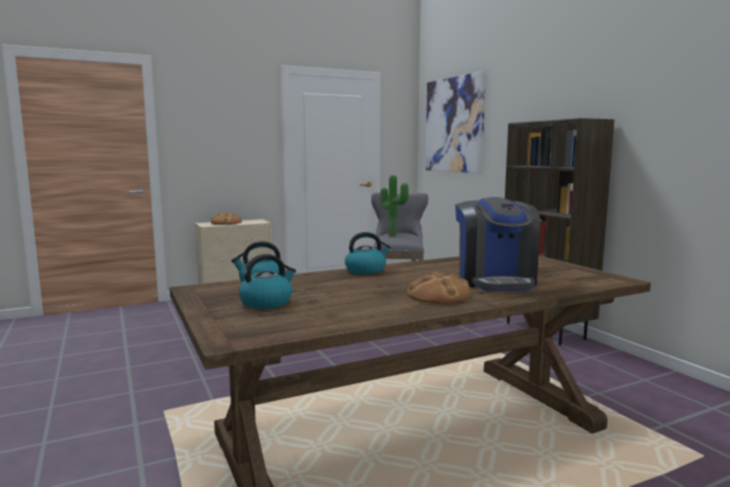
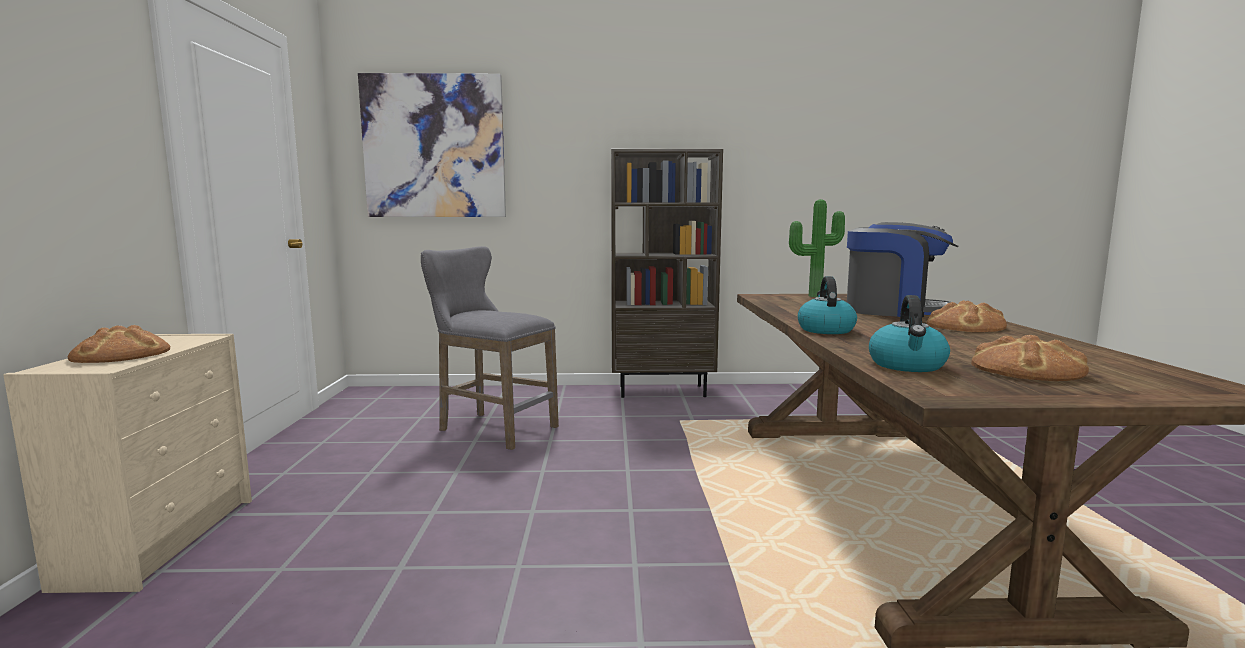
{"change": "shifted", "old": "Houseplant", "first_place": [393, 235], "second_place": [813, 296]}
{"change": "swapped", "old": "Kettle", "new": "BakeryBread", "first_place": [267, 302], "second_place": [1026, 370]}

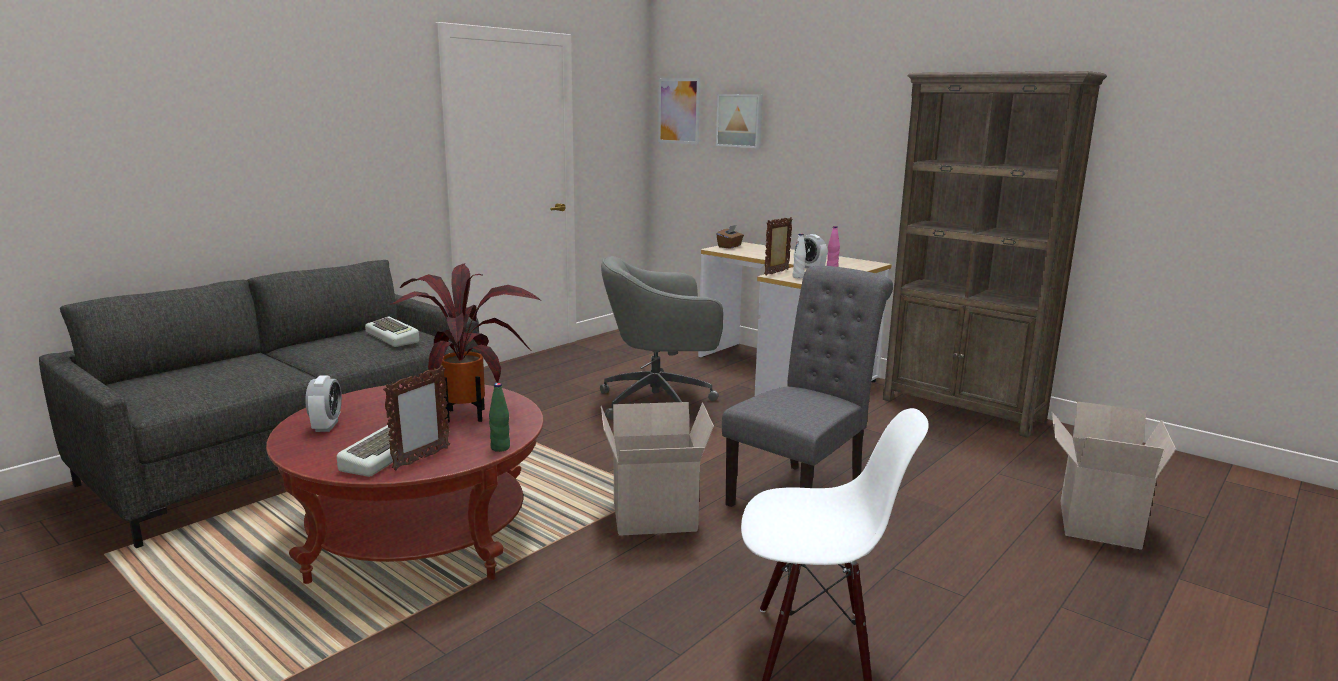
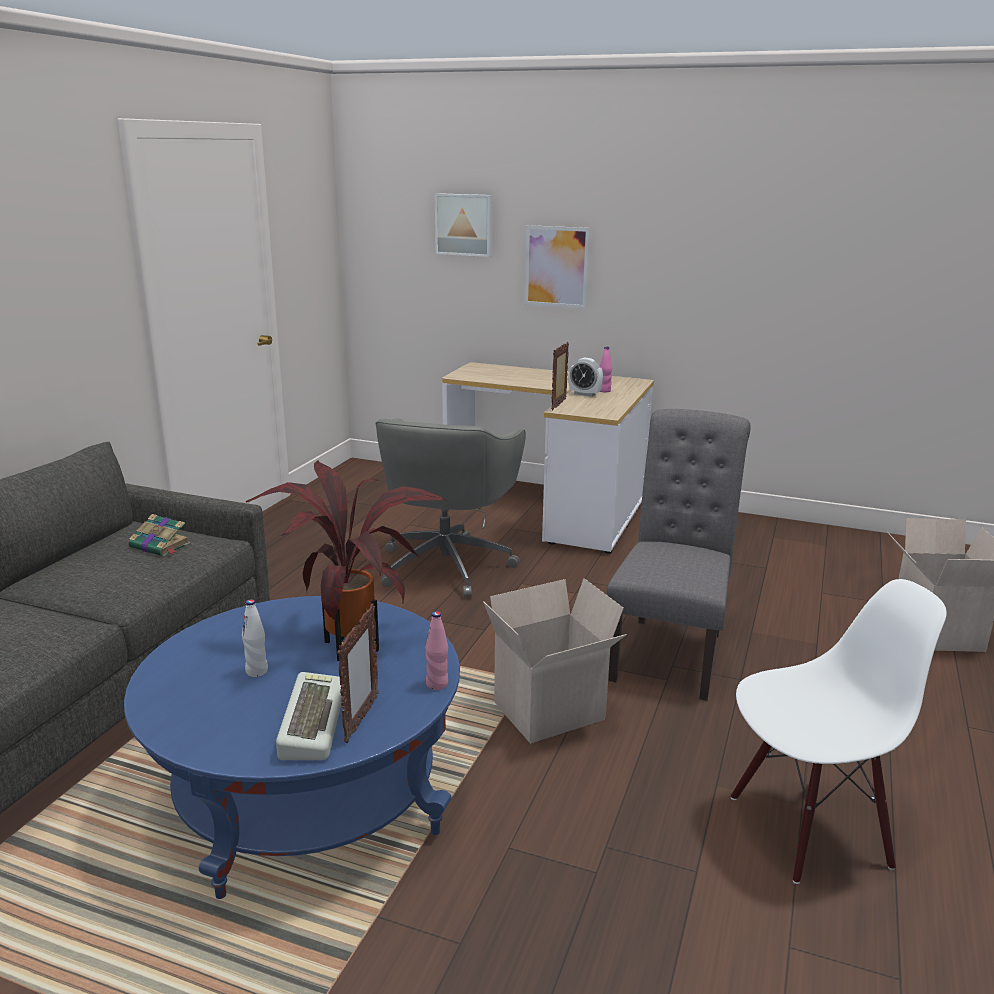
{"change": "gone", "old": "AlarmClock", "first_place": [326, 426]}
{"change": "gone", "old": "BrownTissueHolder", "first_place": [730, 246]}
{"change": "gone", "old": "BrownShelvingUnit", "first_place": [963, 410]}
{"change": "shifted", "old": "WallArt", "first_place": [679, 111], "second_place": [556, 266]}
{"change": "shifted", "old": "WhitishBeverageBottle", "first_place": [798, 277], "second_place": [257, 671]}
{"change": "swapped", "old": "Keyboard", "new": "Book", "first_place": [394, 337], "second_place": [160, 546]}
{"change": "repainted", "old": "RedLowTable", "new": "BlueColouredLowTable", "first_place": [420, 534], "second_place": [307, 795]}
{"change": "repainted", "old": "GreenColouredBeverageBottle", "new": "PinkColouredBeverageBottle", "first_place": [500, 448], "second_place": [437, 684]}
{"change": "rotated", "old": "GreyComputerChair", "first_place": [660, 402], "second_place": [447, 564], "degrees": -45}

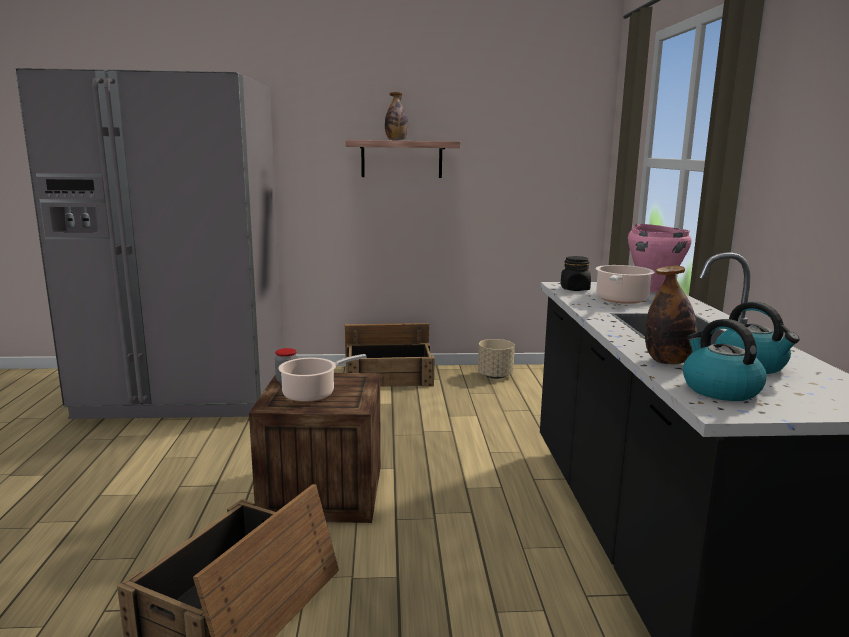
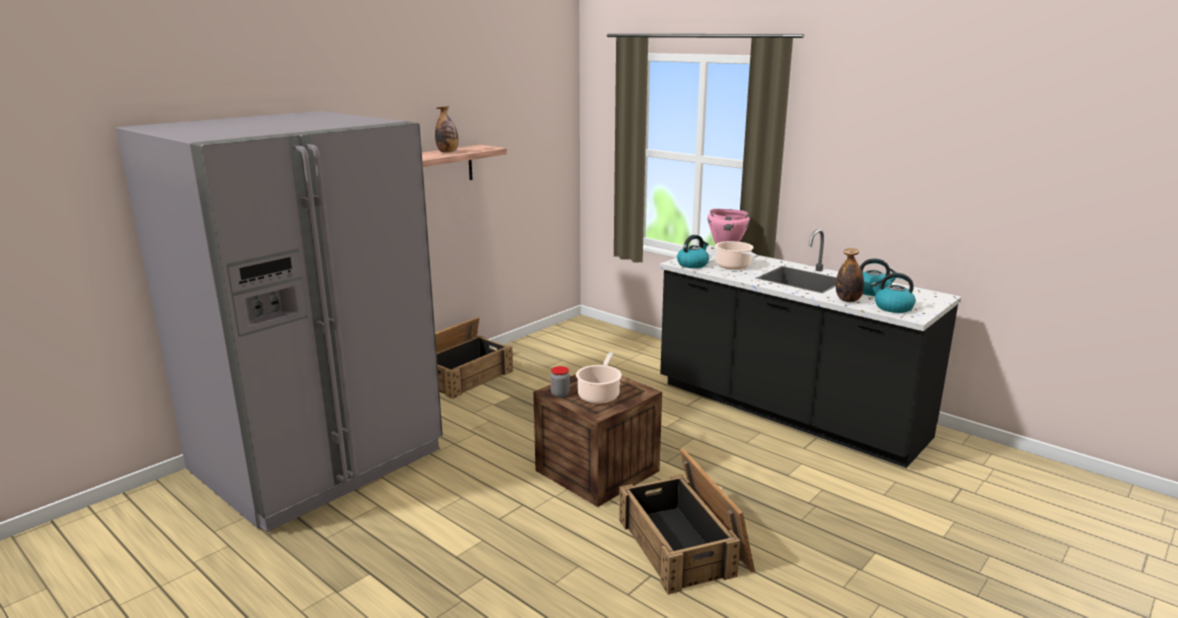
{"change": "gone", "old": "BeigeColouredPlantPot", "first_place": [495, 376]}
{"change": "swapped", "old": "BlackishStorageJar", "new": "Kettle", "first_place": [575, 289], "second_place": [693, 264]}

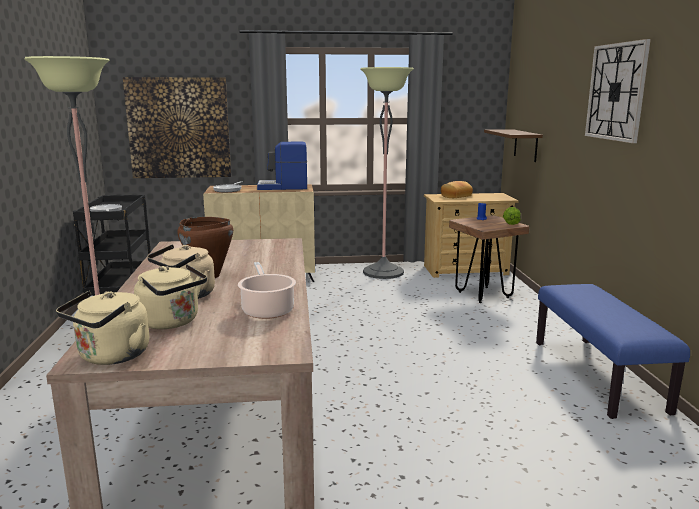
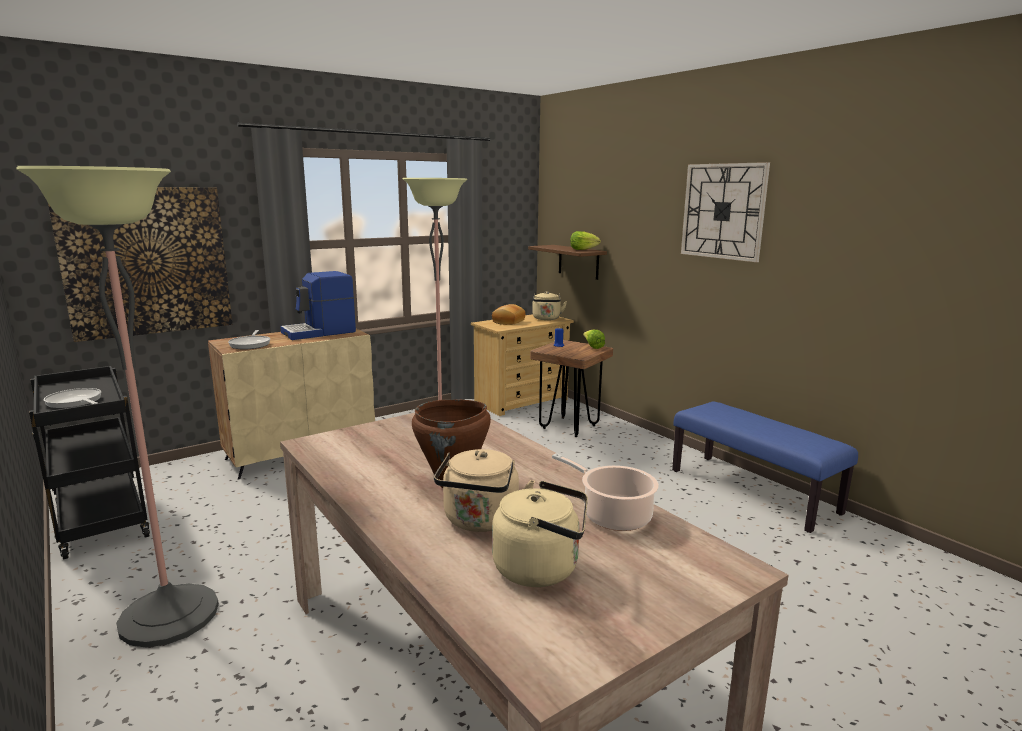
{"change": "new", "new": "HeadOfLettuce", "second_place": [583, 249]}
{"change": "shifted", "old": "BeigeColouredKettle", "first_place": [111, 357], "second_place": [546, 319]}

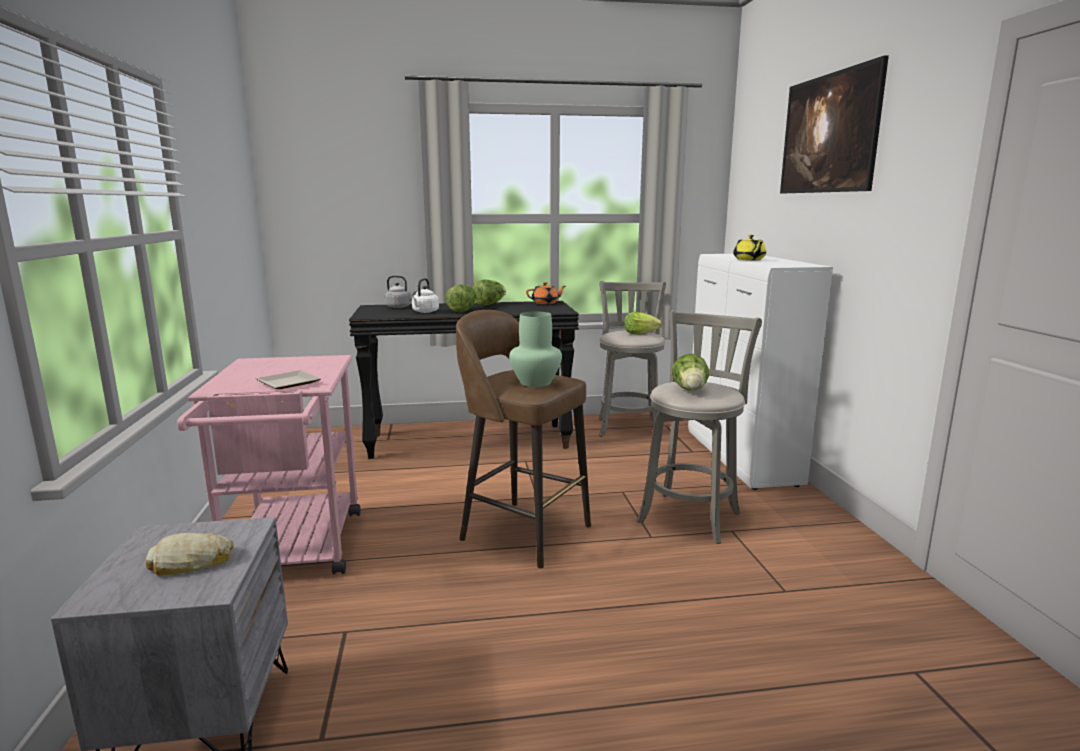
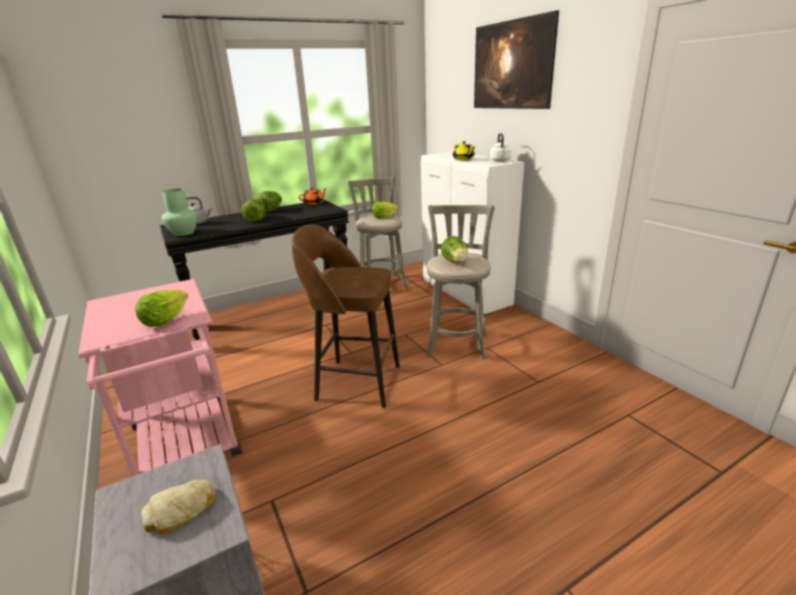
{"change": "shifted", "old": "WhitishKettle", "first_place": [425, 312], "second_place": [500, 161]}
{"change": "shifted", "old": "GreenColouredDecorativeVase", "first_place": [536, 382], "second_place": [184, 233]}
{"change": "swapped", "old": "FlatDish", "new": "HeadOfLettuce", "first_place": [286, 383], "second_place": [165, 320]}

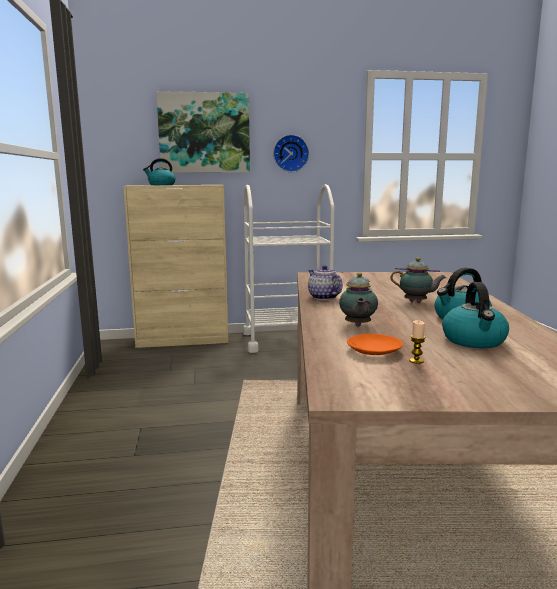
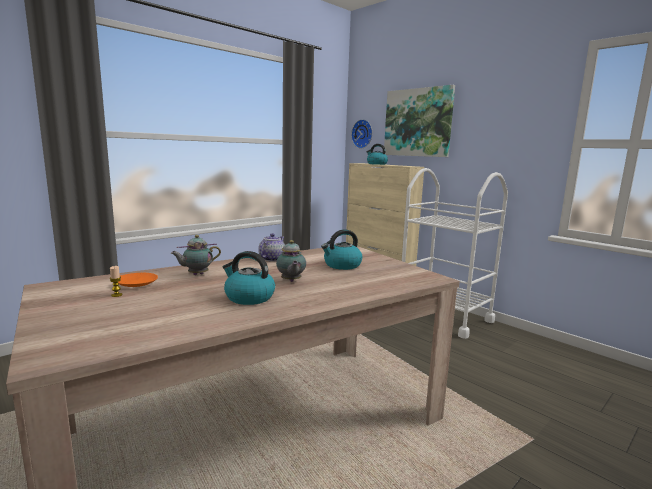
{"change": "shifted", "old": "WallClock", "first_place": [290, 153], "second_place": [363, 134]}
{"change": "shifted", "old": "Kettle", "first_place": [474, 341], "second_place": [342, 265]}

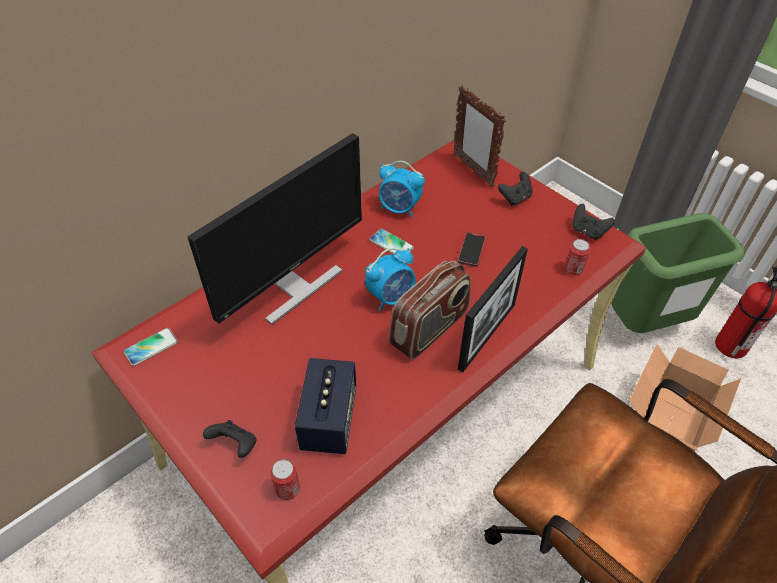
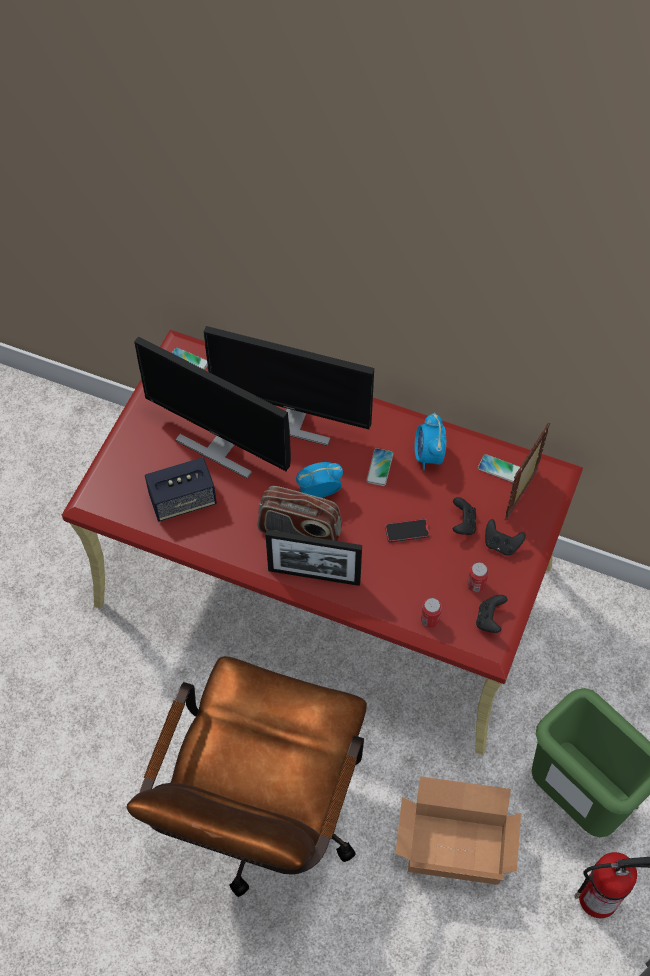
{"change": "new", "new": "ComputerDisplay", "second_place": [220, 445]}
{"change": "new", "new": "Telephone", "second_place": [499, 469]}
{"change": "shifted", "old": "BlackishGameController", "first_place": [235, 445], "second_place": [463, 524]}
{"change": "shifted", "old": "MetalCan", "first_place": [287, 489], "second_place": [476, 585]}
{"change": "rotated", "old": "AlarmClock", "first_place": [391, 297], "second_place": [318, 492], "degrees": 135}

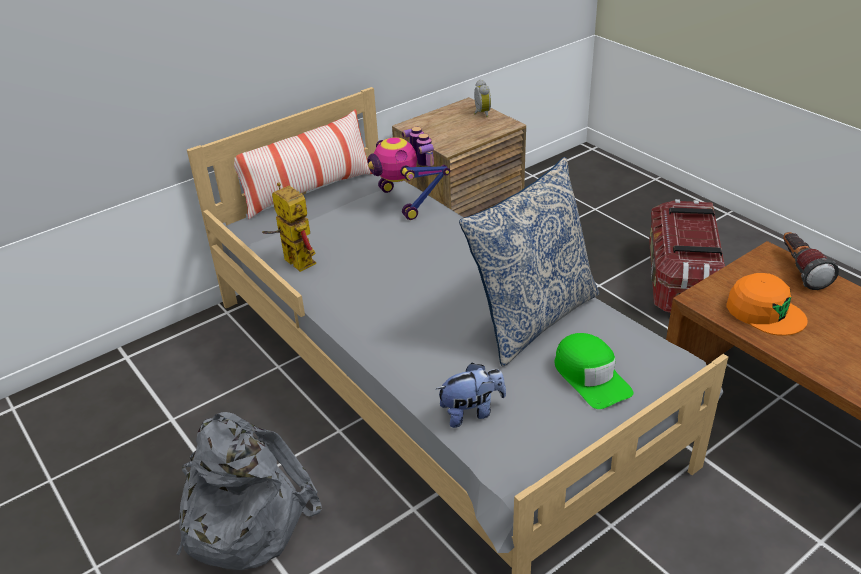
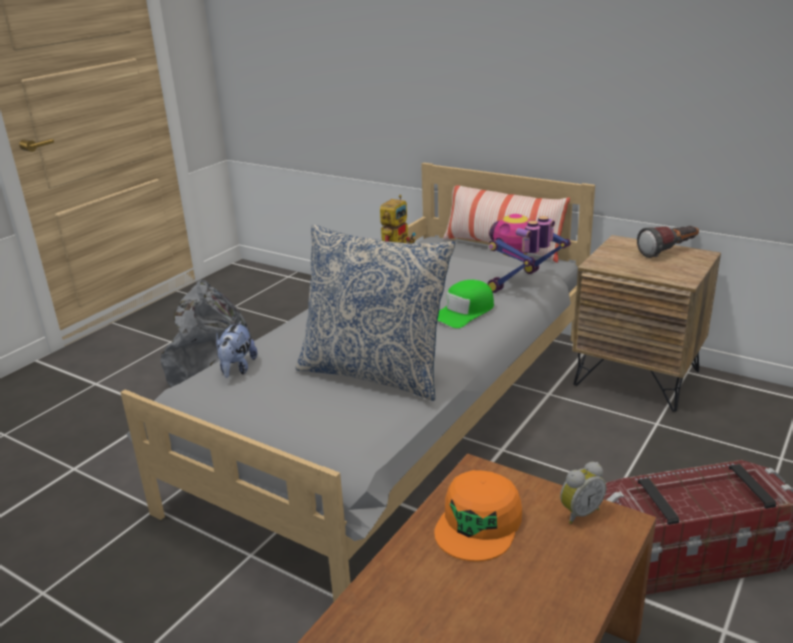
{"change": "shifted", "old": "AlarmClock", "first_place": [481, 113], "second_place": [579, 512]}
{"change": "shifted", "old": "GreenColouredCap", "first_place": [590, 377], "second_place": [464, 312]}
{"change": "shifted", "old": "HandTorch", "first_place": [800, 270], "second_place": [669, 251]}
{"change": "rotated", "old": "SoftToy", "first_place": [471, 412], "second_place": [237, 369], "degrees": 45}

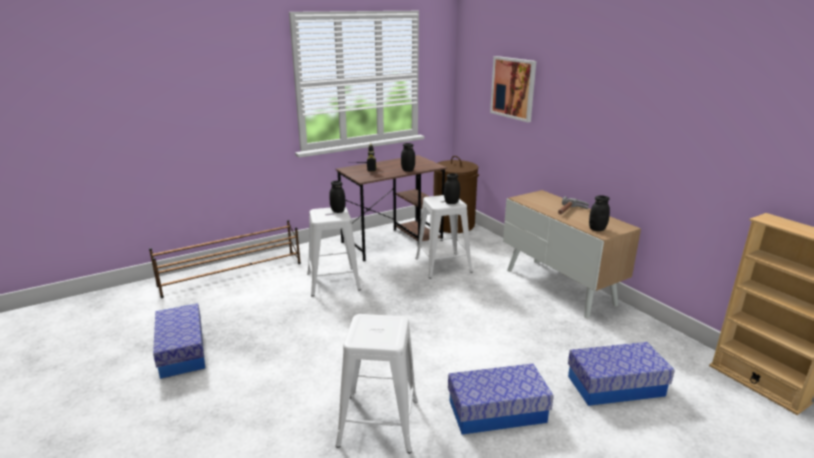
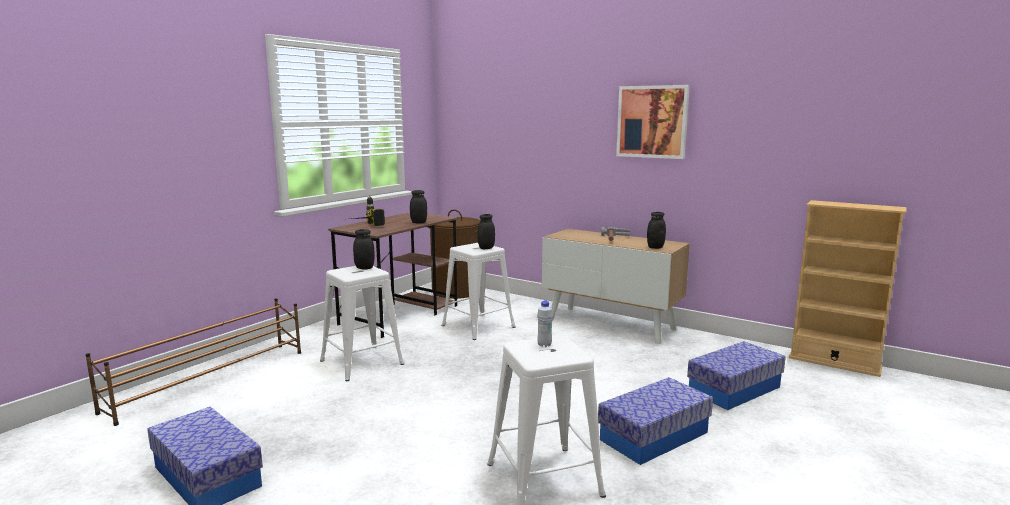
{"change": "new", "new": "WhitishBeverageBottle", "second_place": [544, 345]}
{"change": "shifted", "old": "WallArt", "first_place": [513, 88], "second_place": [652, 122]}

